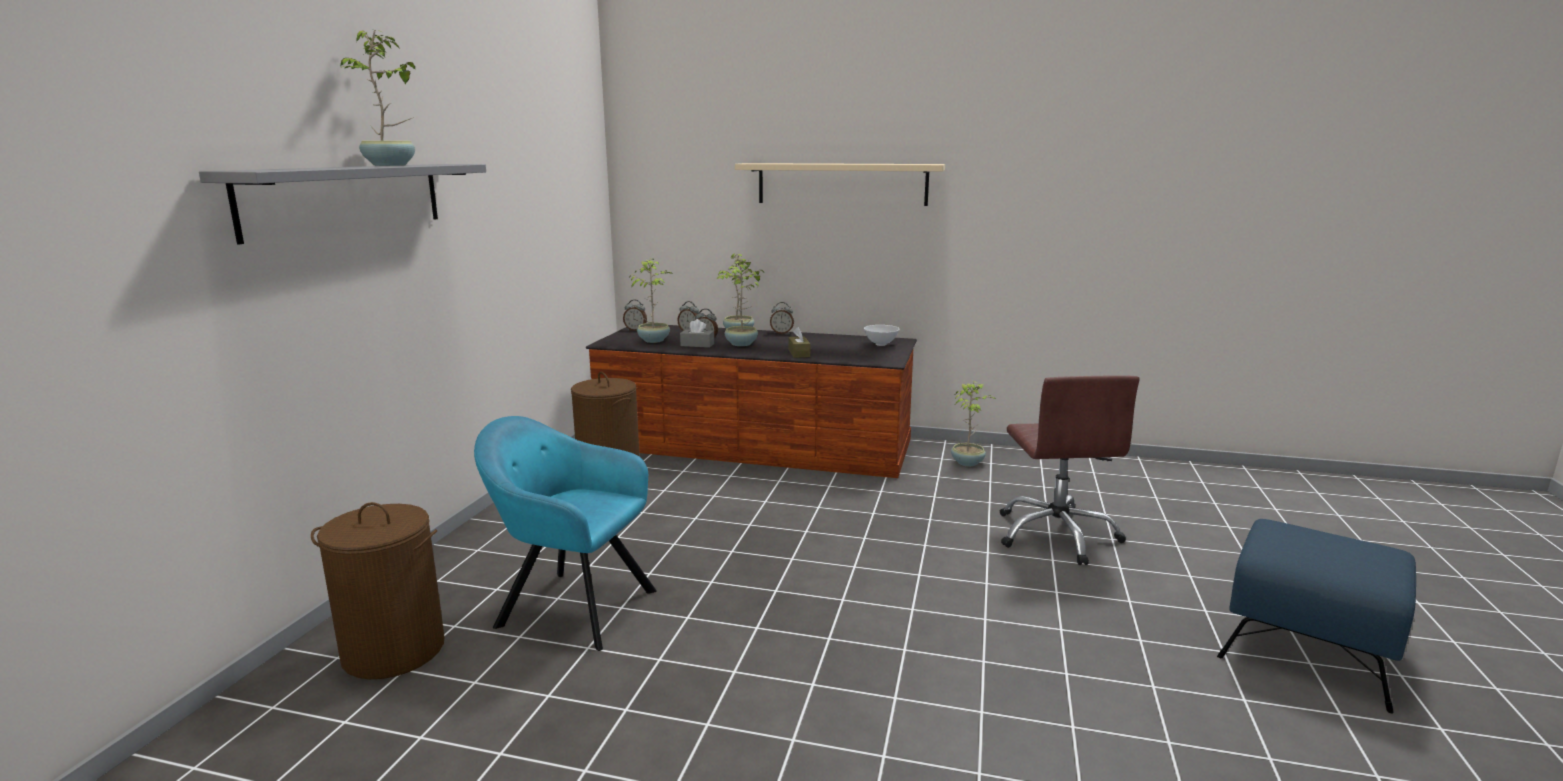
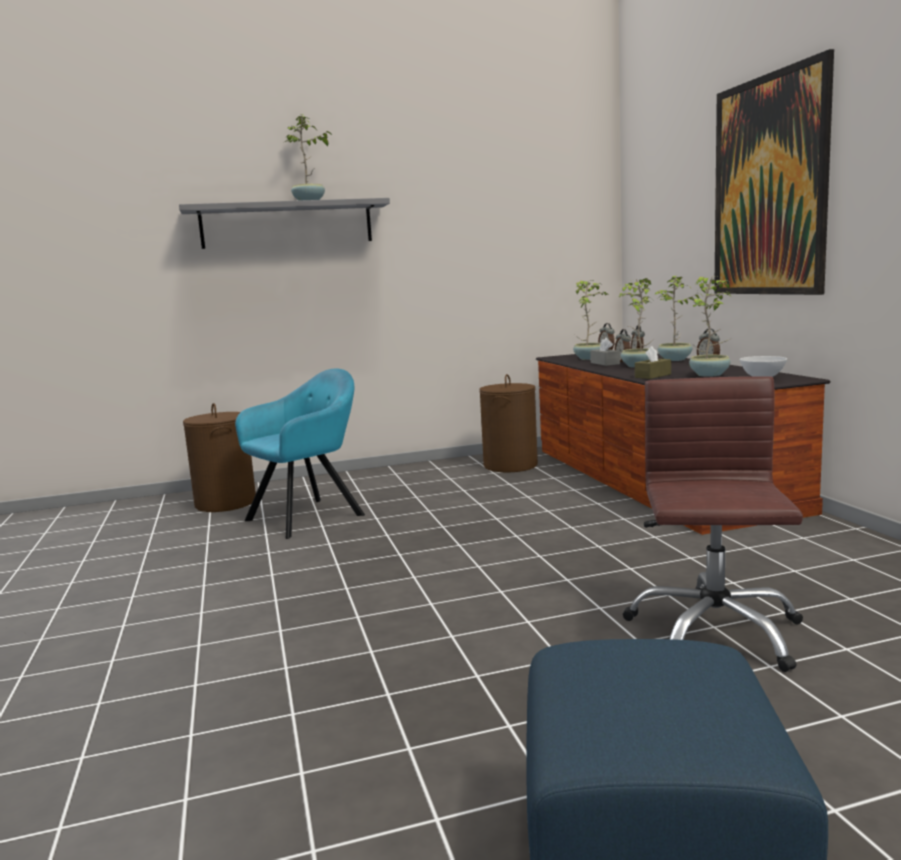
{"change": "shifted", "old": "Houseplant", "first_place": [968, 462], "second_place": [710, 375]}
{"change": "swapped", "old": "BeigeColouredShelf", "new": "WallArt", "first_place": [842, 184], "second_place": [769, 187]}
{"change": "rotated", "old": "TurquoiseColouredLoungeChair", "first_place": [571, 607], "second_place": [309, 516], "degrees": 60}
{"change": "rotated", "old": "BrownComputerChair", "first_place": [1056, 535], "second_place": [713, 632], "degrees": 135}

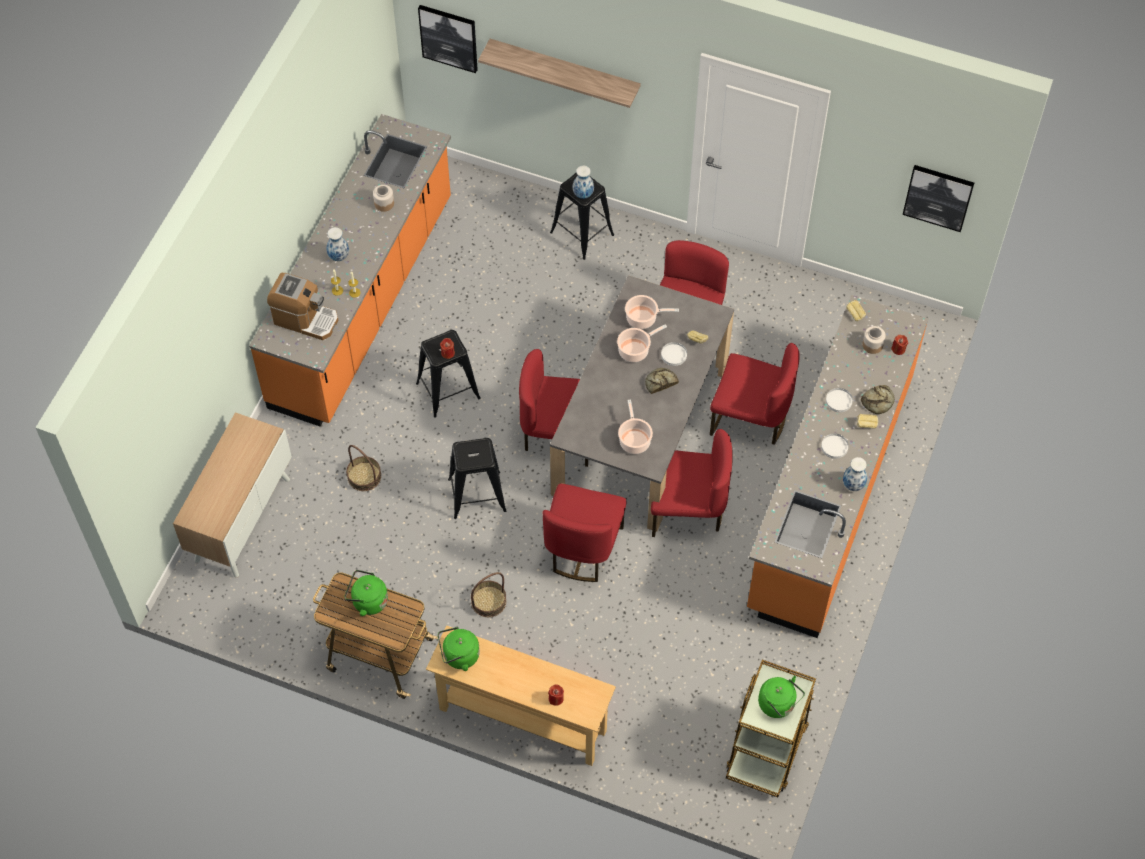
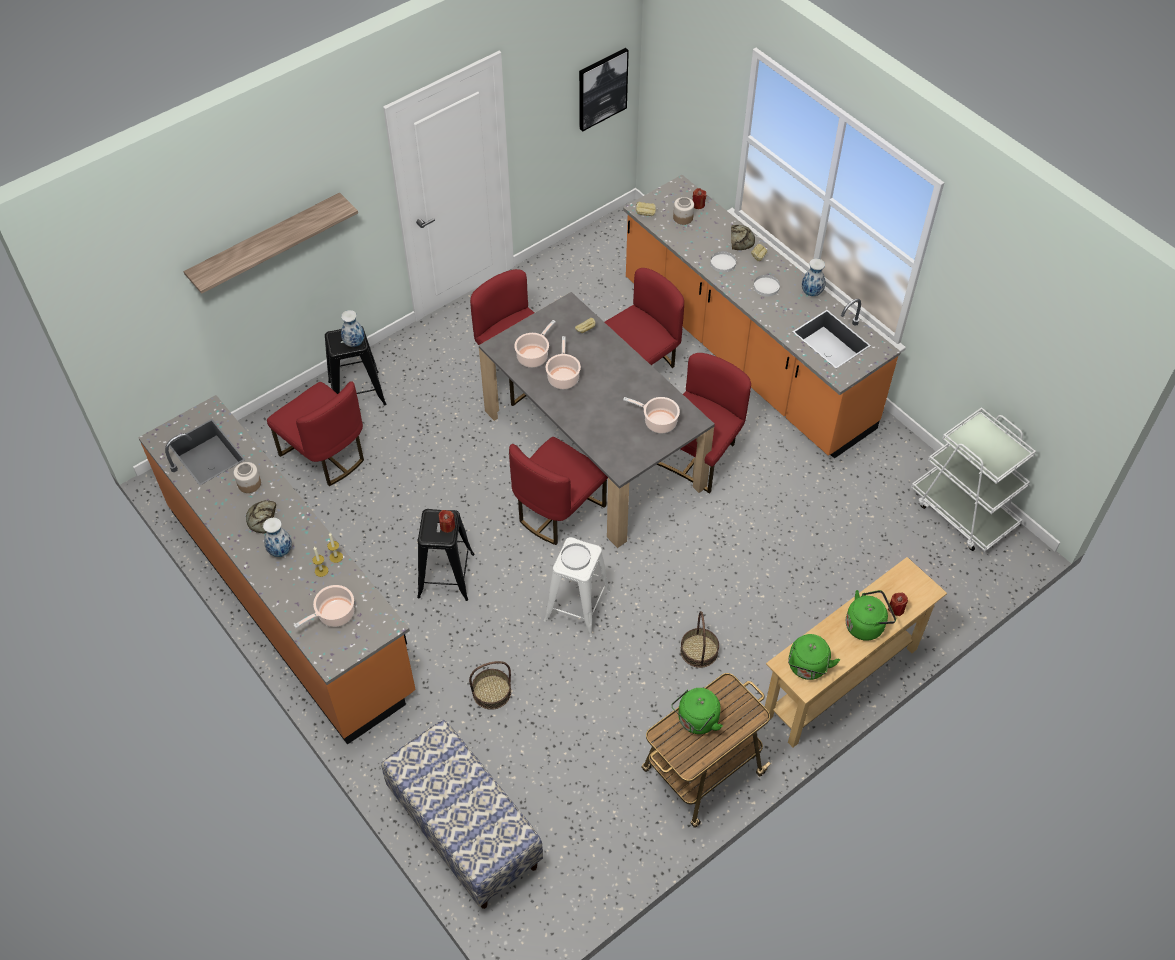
{"change": "gone", "old": "WallArt", "first_place": [449, 37]}
{"change": "shifted", "old": "RedChair", "first_place": [582, 548], "second_place": [325, 455]}
{"change": "shifted", "old": "BakeryBread", "first_place": [660, 382], "second_place": [262, 519]}
{"change": "shifted", "old": "WhitishFlatDish", "first_place": [674, 355], "second_place": [576, 557]}
{"change": "shifted", "old": "GreenColouredKettle", "first_place": [778, 705], "second_place": [866, 625]}
{"change": "swapped", "old": "StorageCabinet", "new": "IndoorBench", "first_place": [242, 518], "second_place": [464, 830]}
{"change": "swapped", "old": "CoffeeMaker", "new": "Stockpot", "first_place": [305, 319], "second_place": [334, 615]}
{"change": "repainted", "old": "BlackishSittingStool", "new": "WhitishSittingStool", "first_place": [476, 495], "second_place": [577, 606]}
{"change": "repainted", "old": "BrownWheeledCart", "new": "WhitishWheeledCart", "first_place": [767, 747], "second_place": [963, 512]}

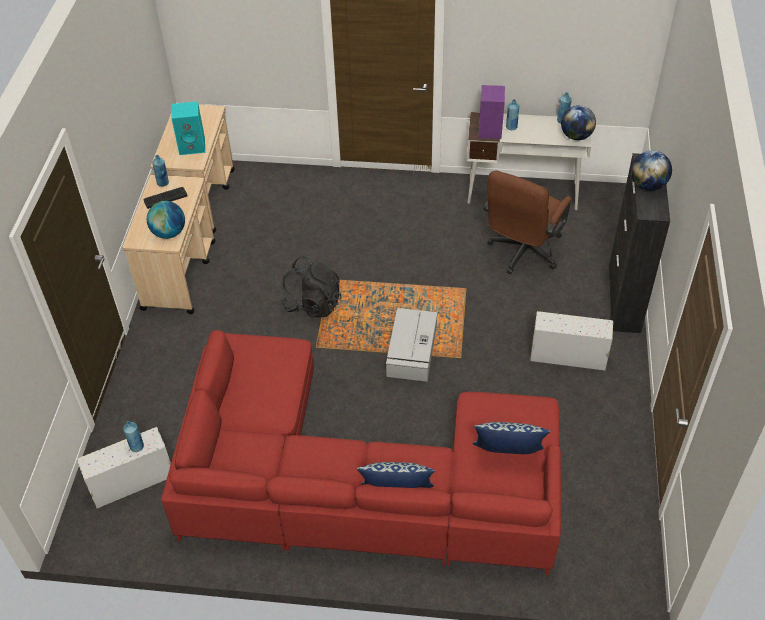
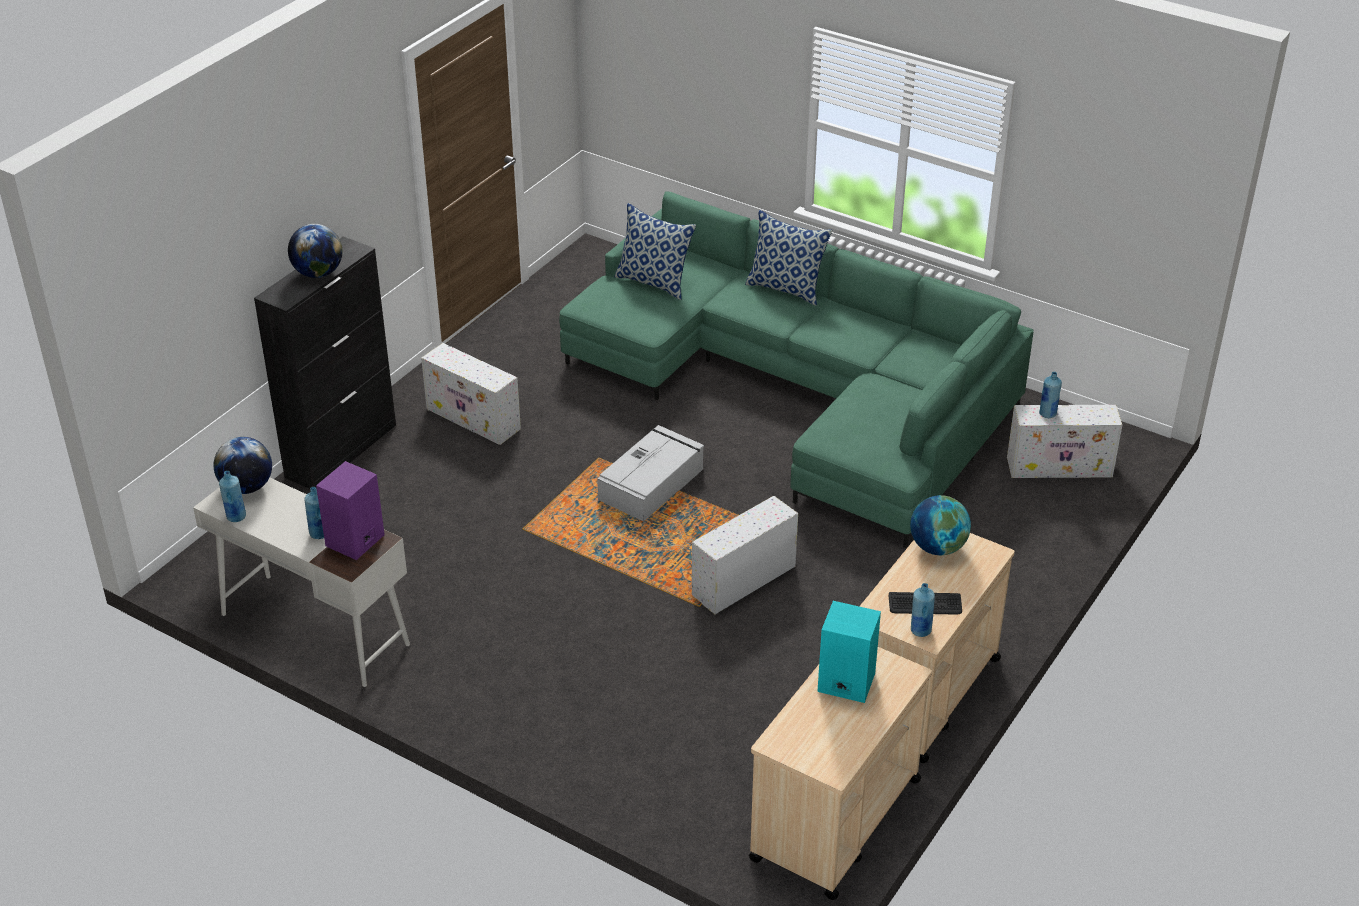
{"change": "gone", "old": "BrownComputerChair", "first_place": [522, 254]}
{"change": "swapped", "old": "BlackishRucksack", "new": "WhitishStorageContainer", "first_place": [313, 304], "second_place": [742, 582]}
{"change": "repainted", "old": "RedSettee", "new": "GreenColouredSettee", "first_place": [357, 481], "second_place": [801, 391]}

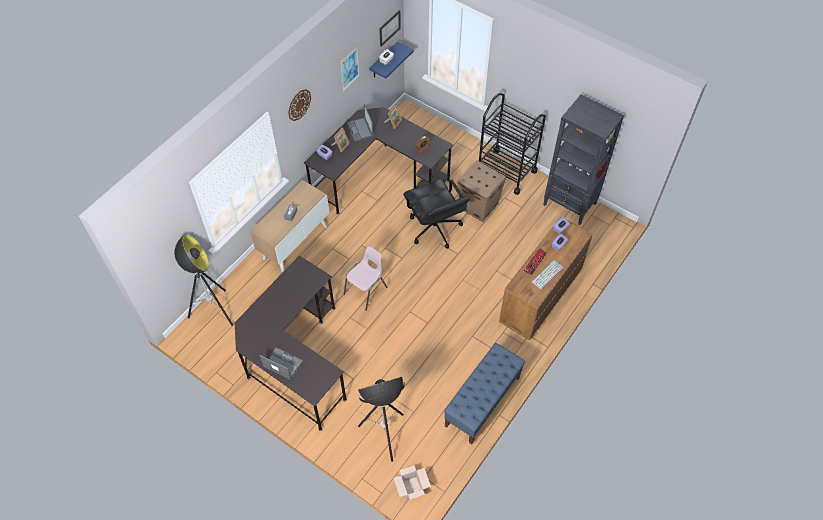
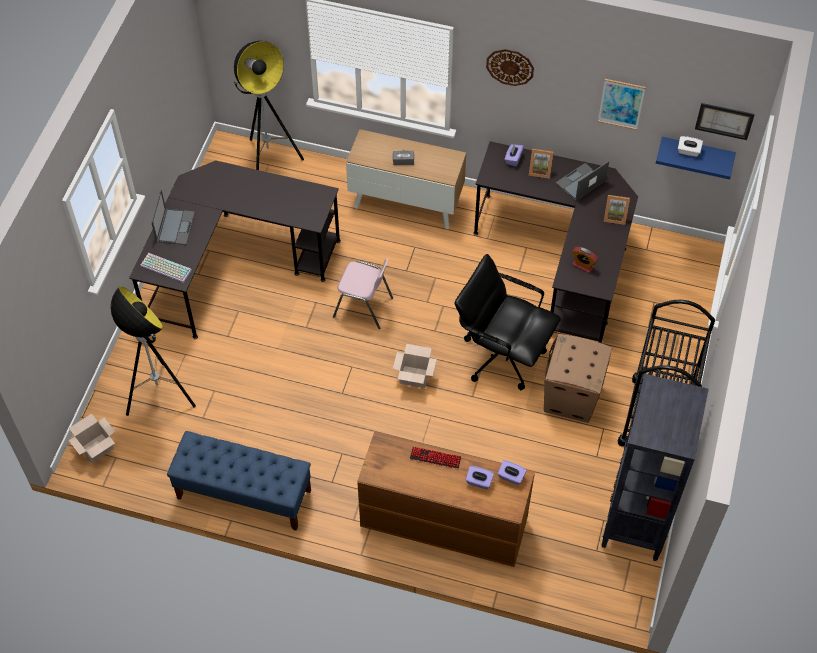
{"change": "new", "new": "Carton", "second_place": [413, 377]}
{"change": "shifted", "old": "Keyboard", "first_place": [547, 275], "second_place": [165, 268]}
{"change": "rotated", "old": "BlackishComputerChair", "first_place": [434, 229], "second_place": [502, 355], "degrees": 75}

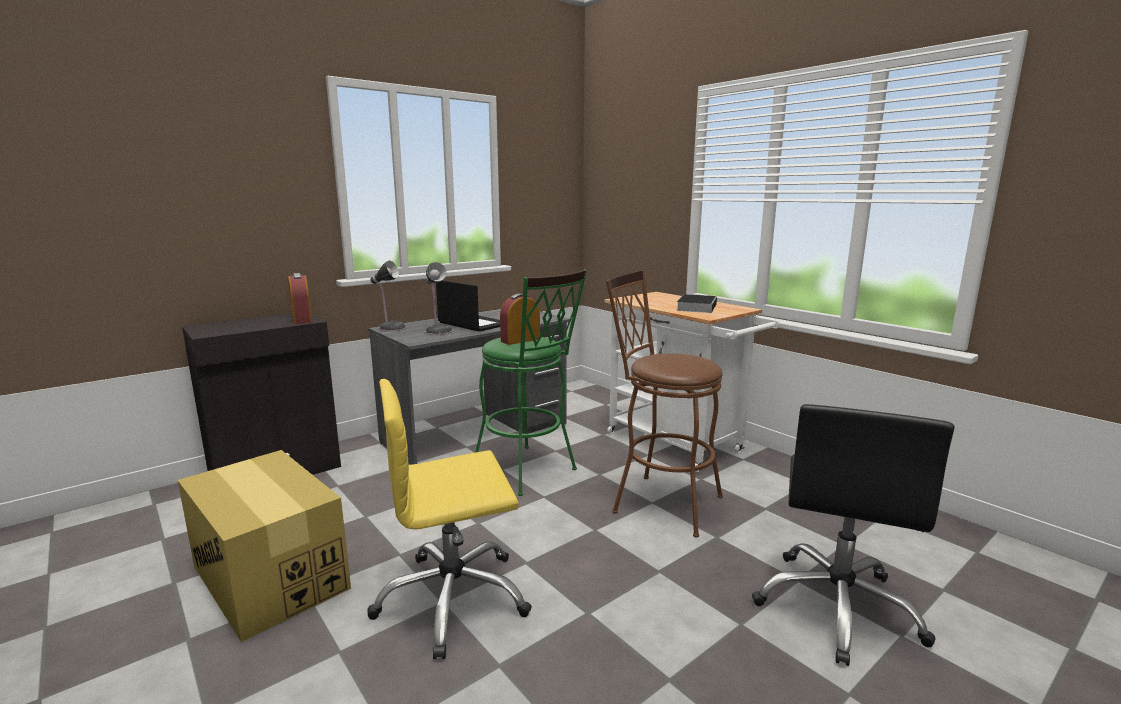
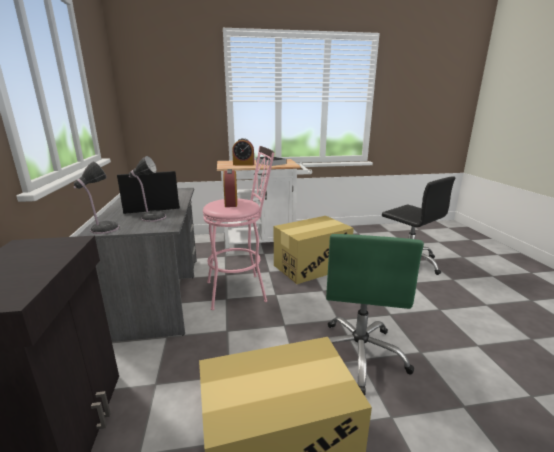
{"change": "shifted", "old": "AlarmClock", "first_place": [302, 320], "second_place": [243, 164]}
{"change": "swapped", "old": "BrownSittingStool", "new": "Carton", "first_place": [659, 501], "second_place": [311, 266]}
{"change": "repainted", "old": "YellowColouredComputerChair", "new": "GreenColouredComputerChair", "first_place": [453, 599], "second_place": [359, 354]}
{"change": "repainted", "old": "GreenColouredSittingStool", "new": "PinkColouredSittingStool", "first_place": [529, 472], "second_place": [242, 290]}

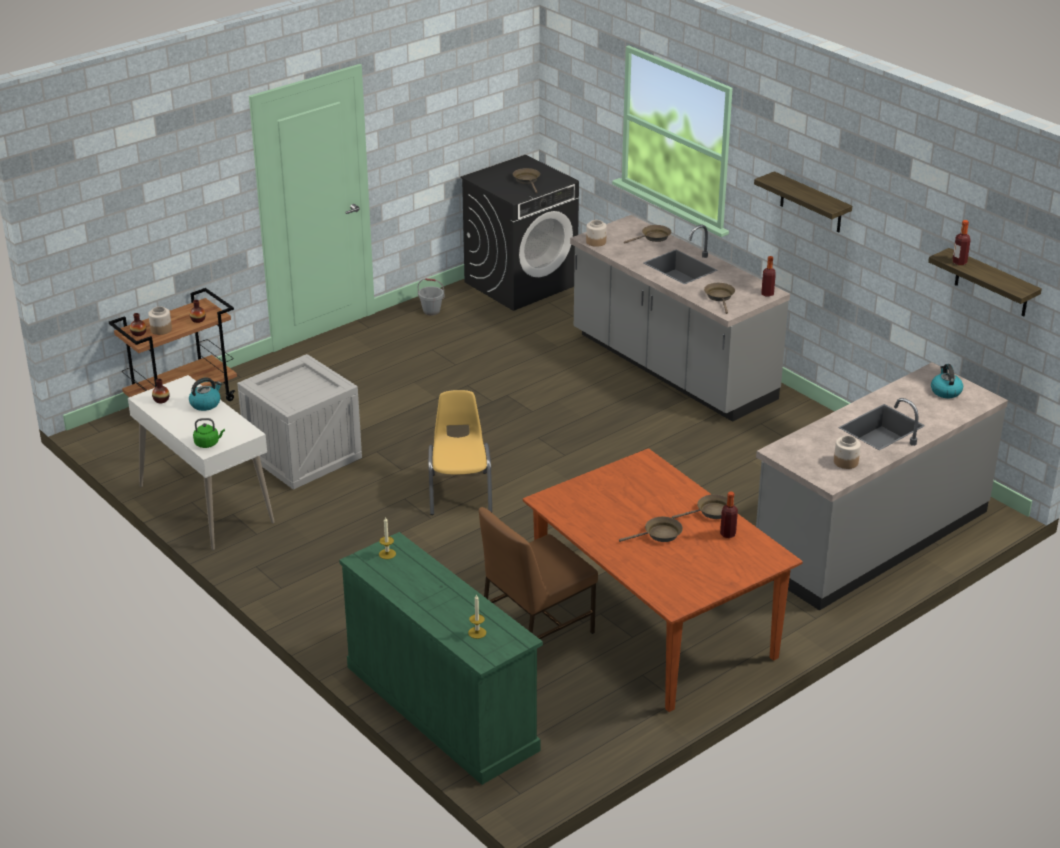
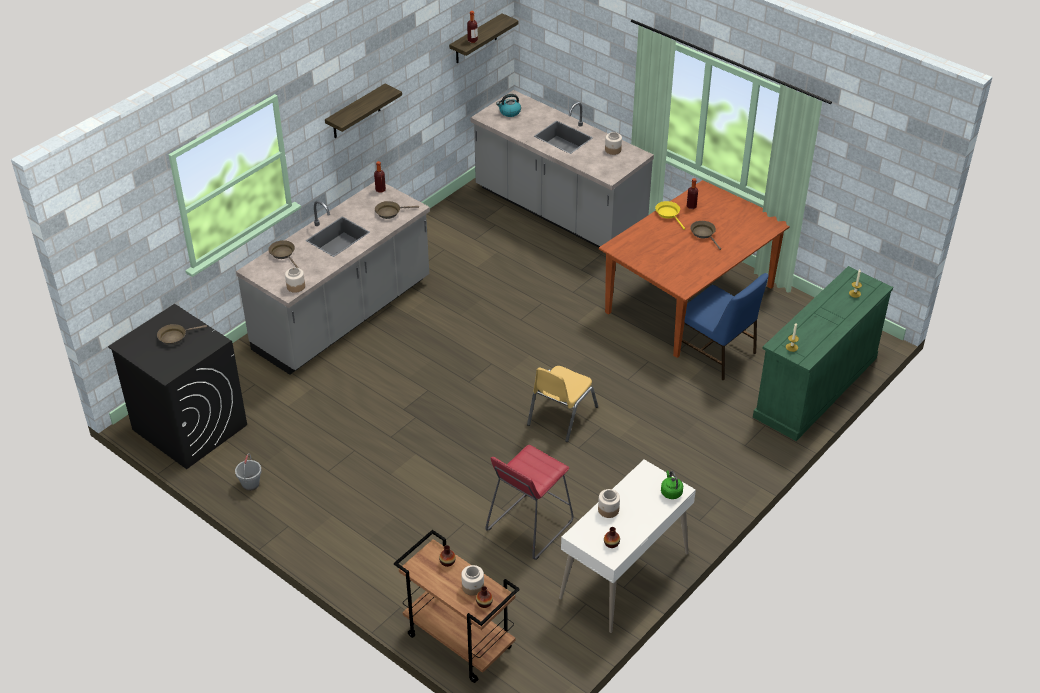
{"change": "swapped", "old": "Kettle", "new": "StorageJar", "first_place": [205, 404], "second_place": [608, 510]}
{"change": "swapped", "old": "ShippingCrate", "new": "RedSittingStool", "first_place": [303, 455], "second_place": [529, 526]}
{"change": "repainted", "old": "BrownChair", "new": "BlueColouredChair", "first_place": [535, 629], "second_place": [716, 353]}
{"change": "repainted", "old": "BrownSkillet", "new": "YellowColouredSkillet", "first_place": [711, 512], "second_place": [669, 214]}
{"change": "rotated", "old": "YellowColouredChair", "first_place": [460, 493], "second_place": [561, 415], "degrees": -45}

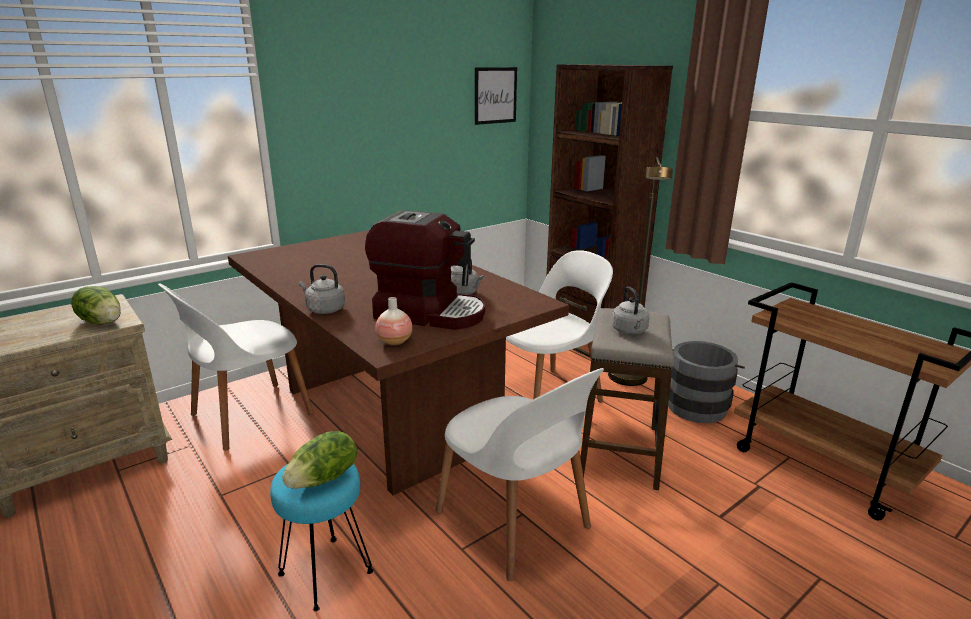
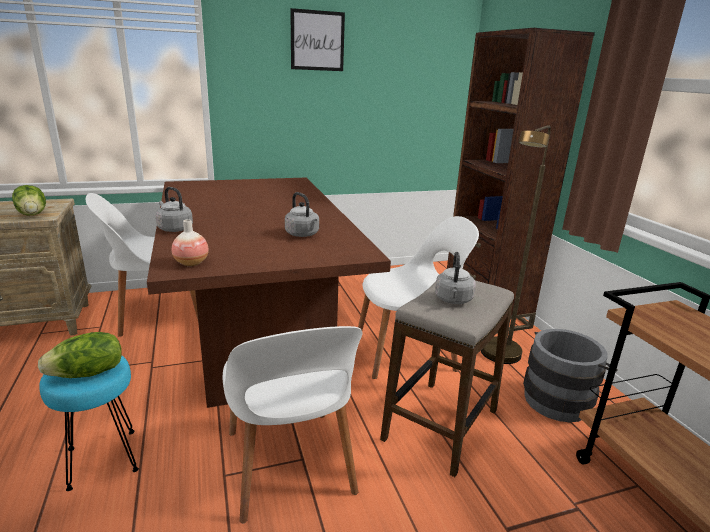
{"change": "gone", "old": "CoffeeMaker", "first_place": [430, 312]}
{"change": "shifted", "old": "WallArt", "first_place": [495, 95], "second_place": [317, 41]}

